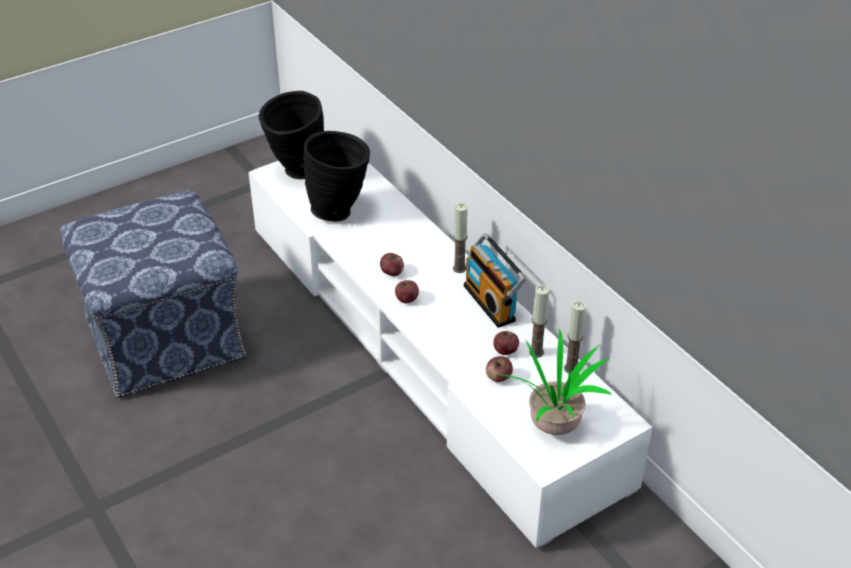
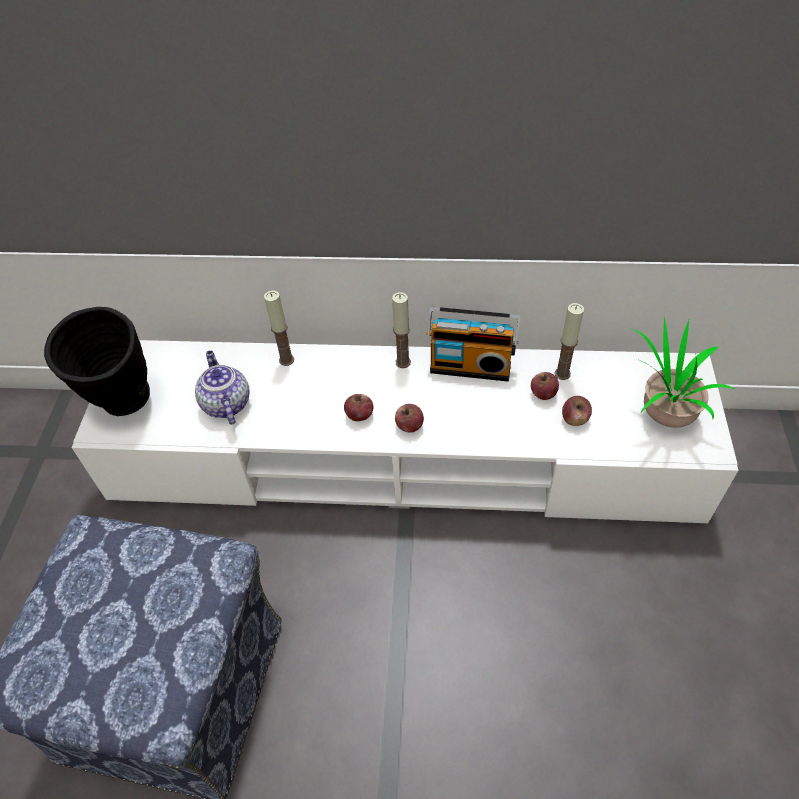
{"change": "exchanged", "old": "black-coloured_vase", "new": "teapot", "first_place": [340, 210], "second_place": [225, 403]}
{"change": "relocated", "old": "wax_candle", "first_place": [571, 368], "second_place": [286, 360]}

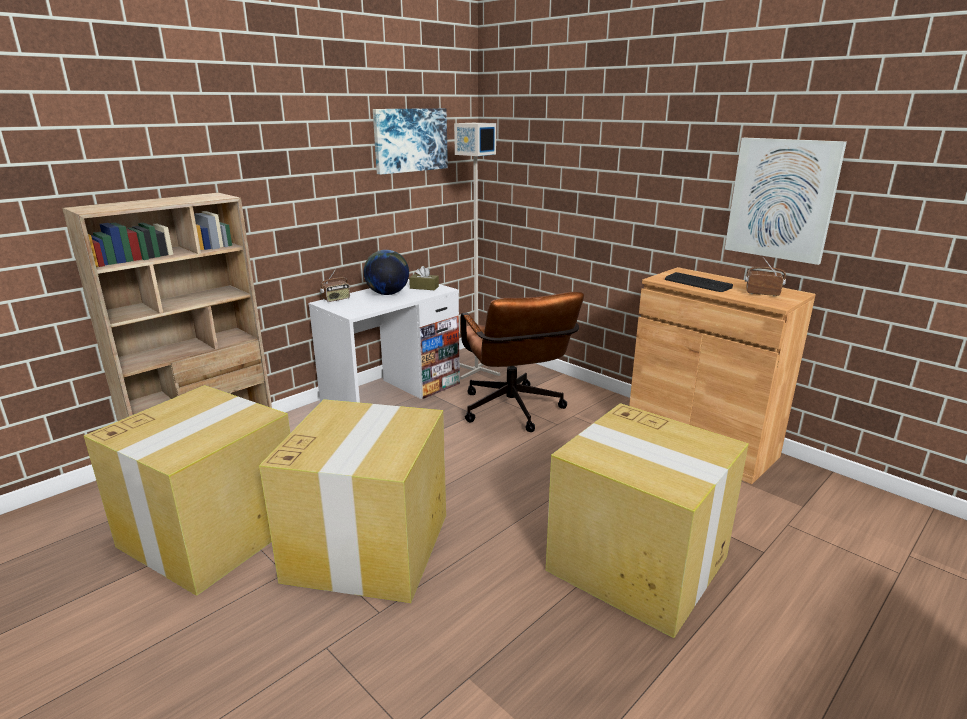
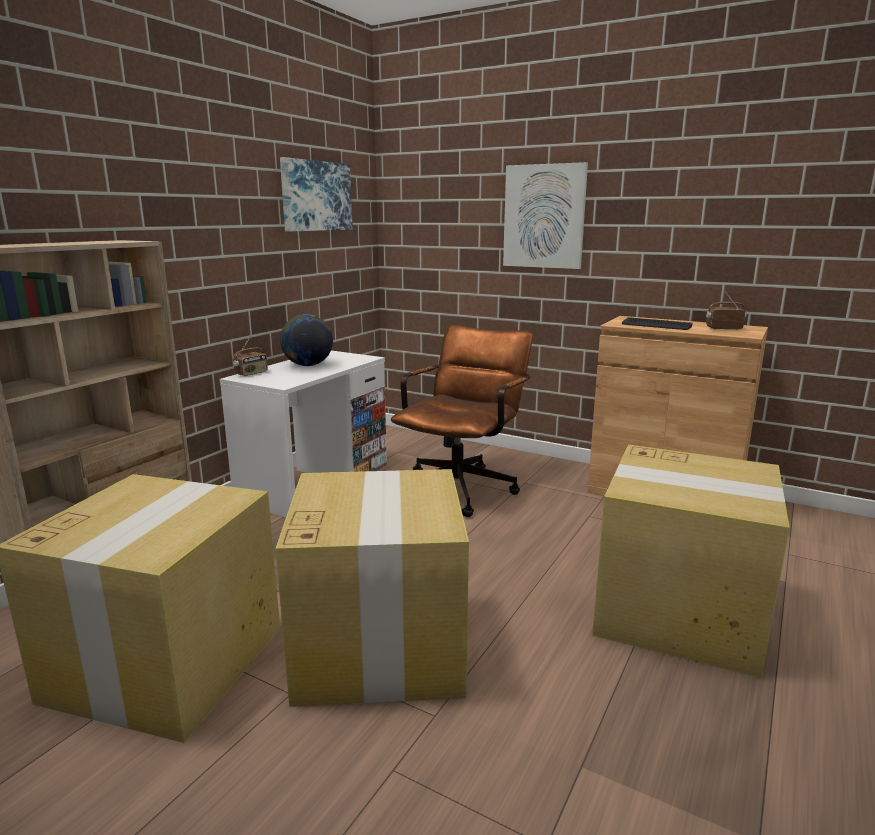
{"change": "missing", "old": "grey_standard_lamp", "first_place": [475, 369]}
{"change": "relocated", "old": "wall_art", "first_place": [781, 199], "second_place": [544, 216]}
{"change": "missing", "old": "brownish_tissue_box", "first_place": [424, 287]}
{"change": "spun", "old": "brownish_computer_chair", "first_place": [514, 413], "second_place": [462, 486], "degrees": -120}

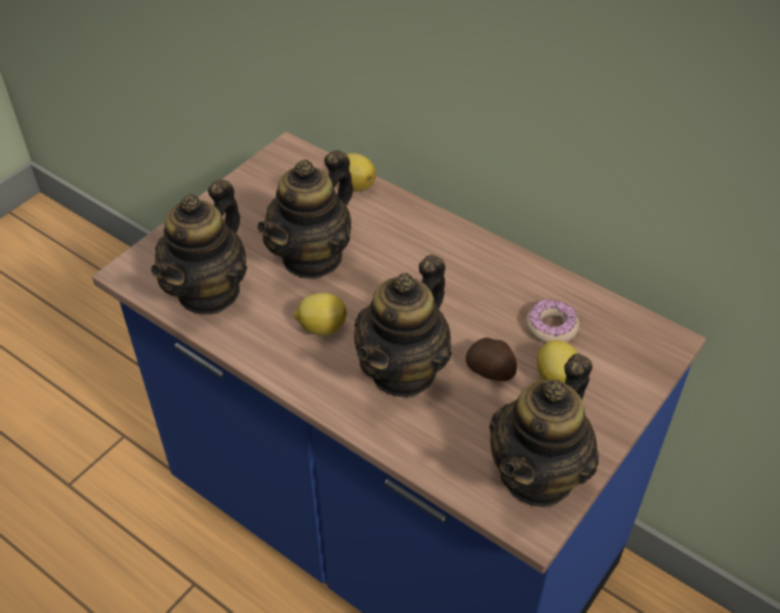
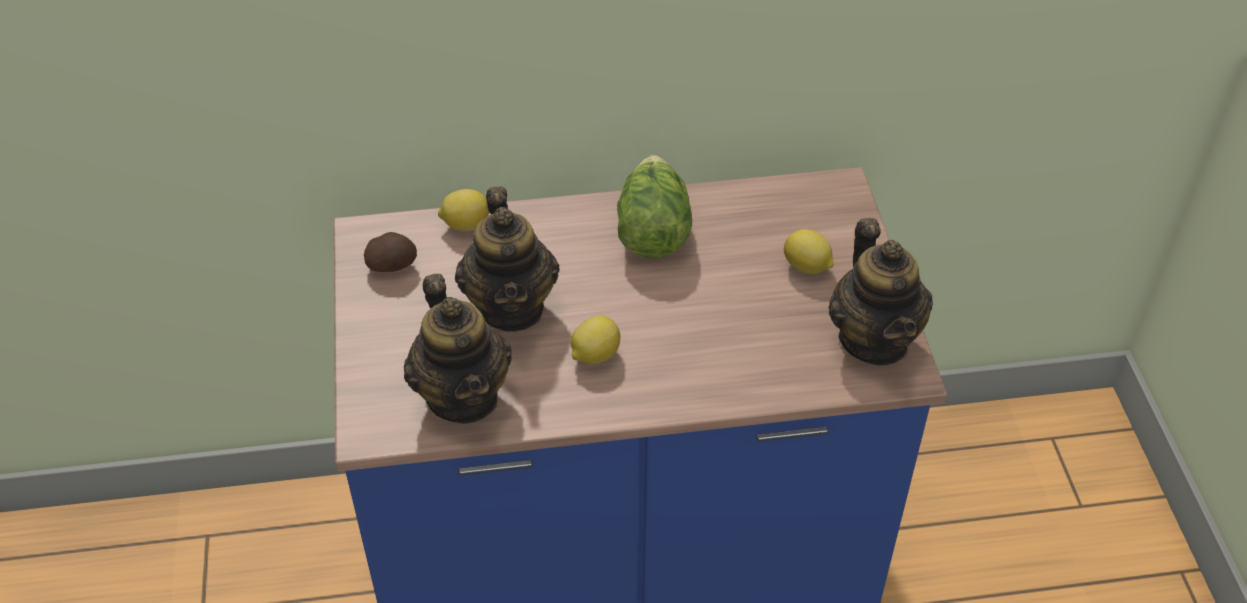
{"change": "missing", "old": "teapot", "first_place": [403, 370]}
{"change": "missing", "old": "donut", "first_place": [551, 327]}
{"change": "relocated", "old": "potato", "first_place": [491, 371], "second_place": [392, 265]}
{"change": "appeared", "new": "lettuce", "second_place": [652, 229]}

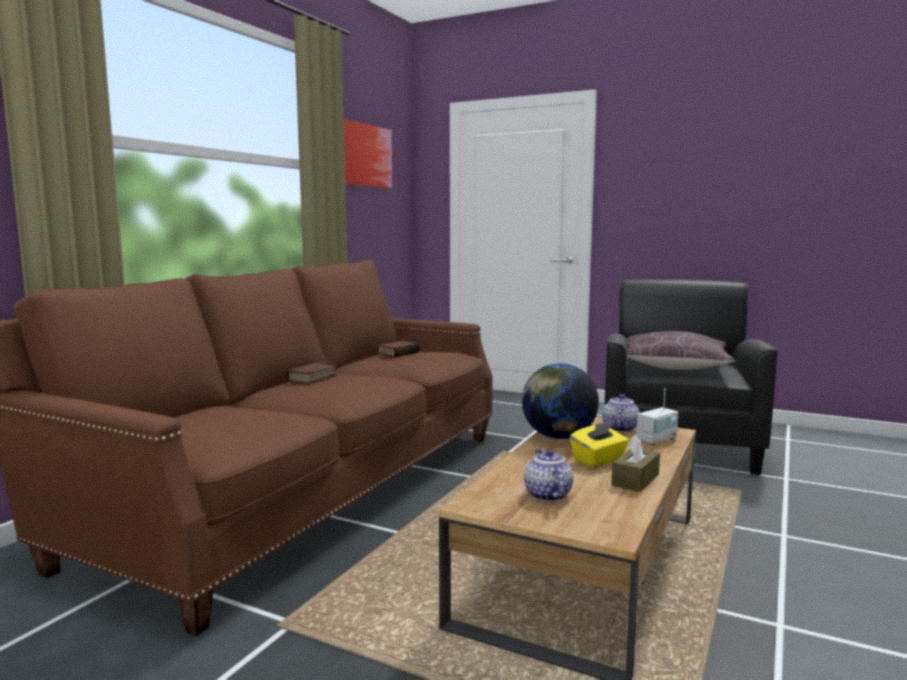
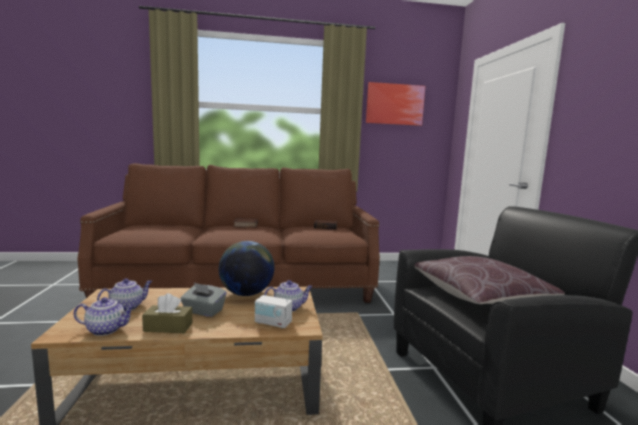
{"change": "colour", "old": "yellow_tissue_box", "new": "grey_tissue_box", "first_place": [598, 461], "second_place": [203, 311]}
{"change": "appeared", "new": "teapot", "second_place": [107, 329]}

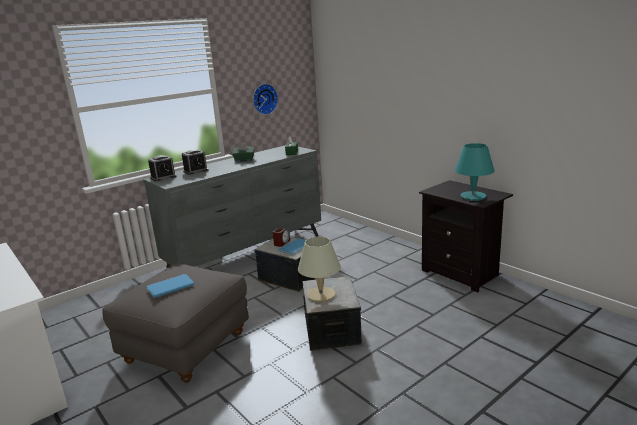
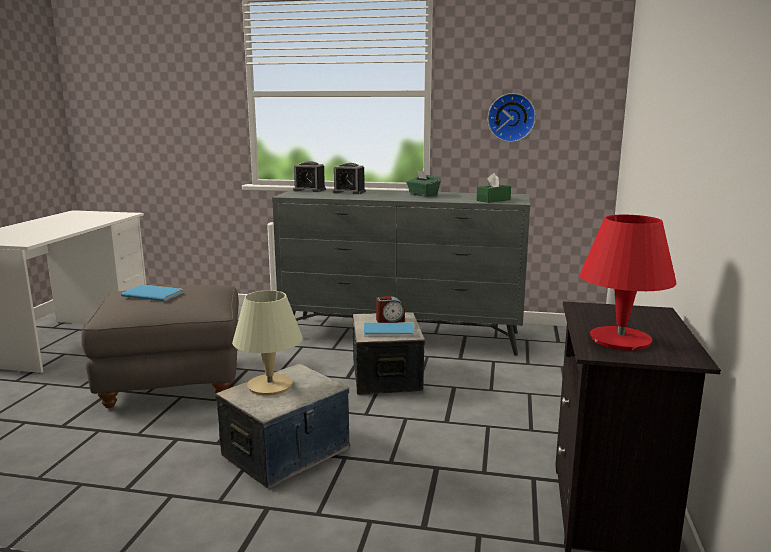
{"change": "colour", "old": "turquoise-coloured_table_lamp", "new": "reddish_table_lamp", "first_place": [473, 197], "second_place": [620, 340]}

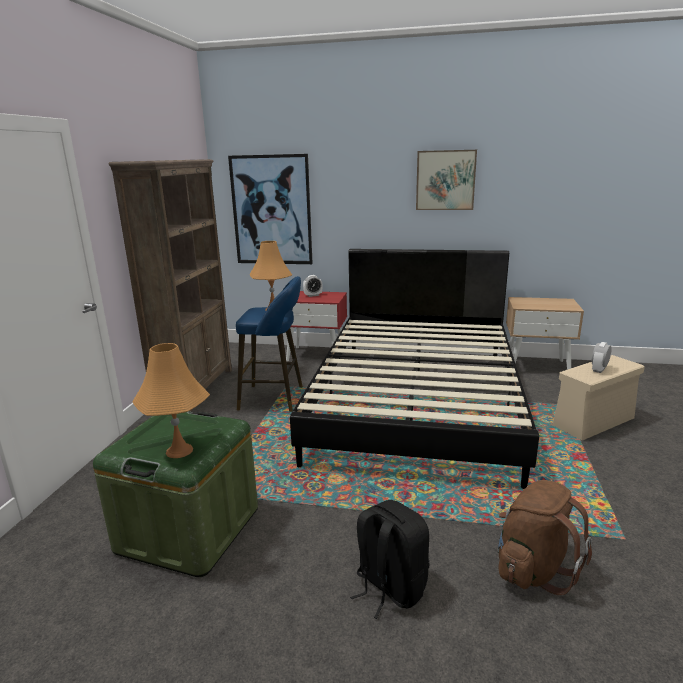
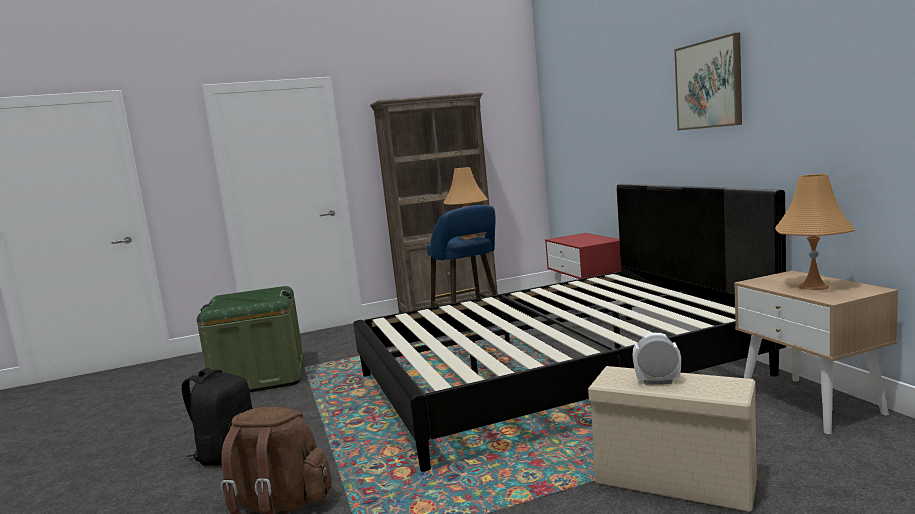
{"change": "missing", "old": "wall_art", "first_place": [271, 210]}
{"change": "missing", "old": "bedside_clock", "first_place": [313, 295]}
{"change": "relocated", "old": "orangey_table_lamp", "first_place": [179, 450], "second_place": [813, 286]}

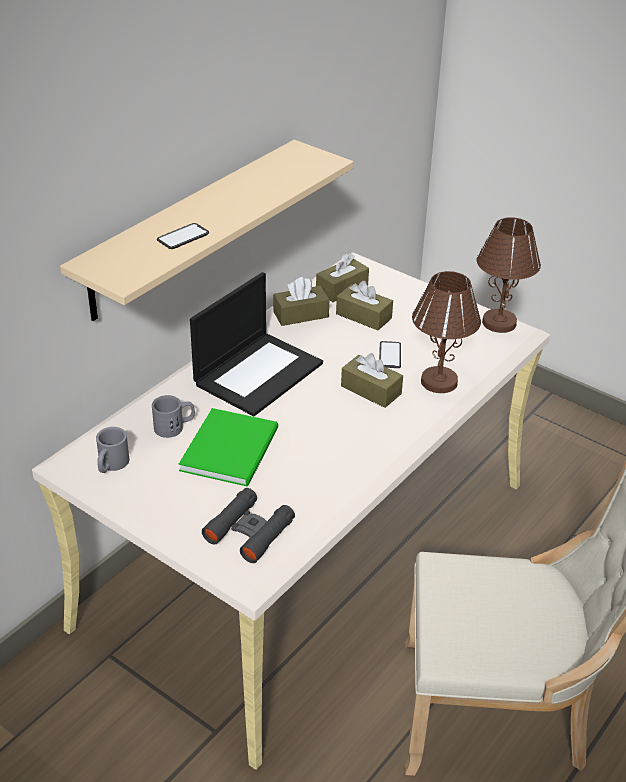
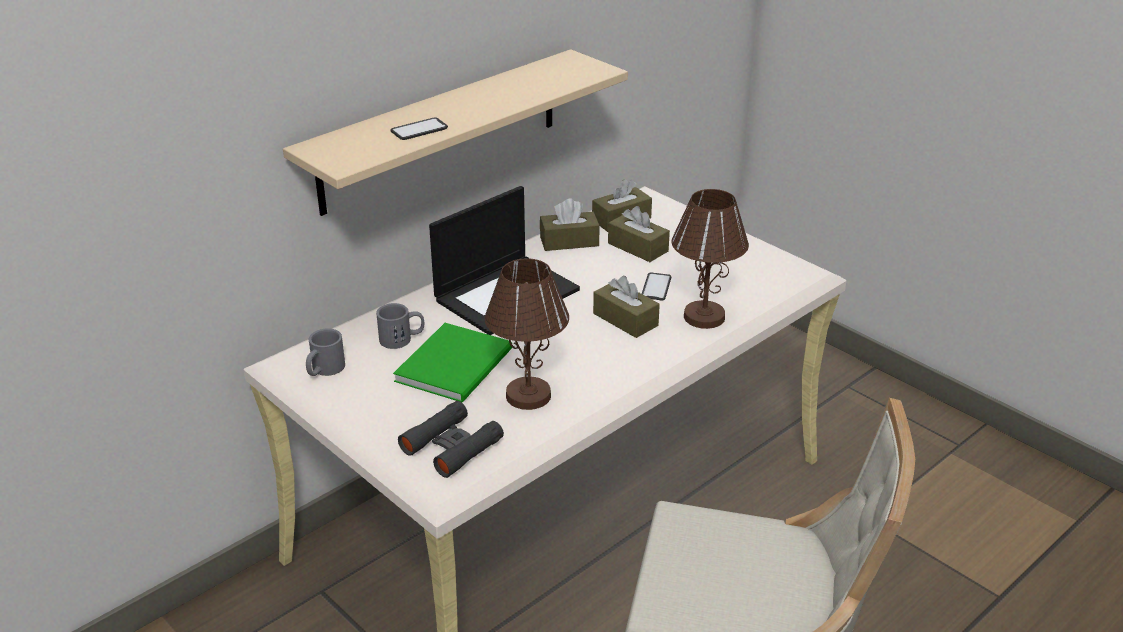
{"change": "relocated", "old": "brownish_table_lamp", "first_place": [499, 322], "second_place": [528, 395]}

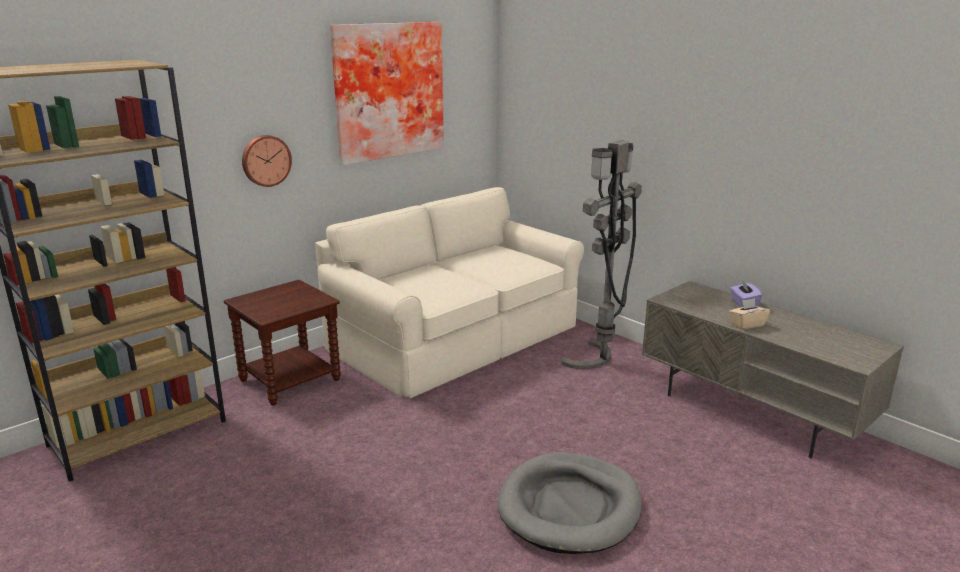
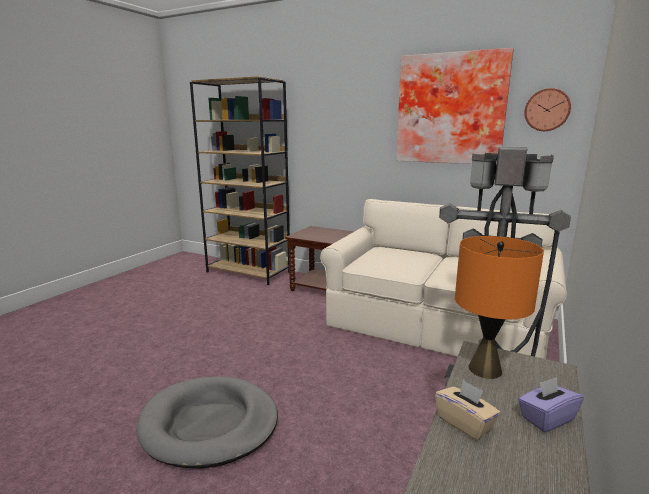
{"change": "relocated", "old": "hanging_clock", "first_place": [265, 160], "second_place": [547, 110]}
{"change": "appeared", "new": "orangey_table_lamp", "second_place": [484, 369]}

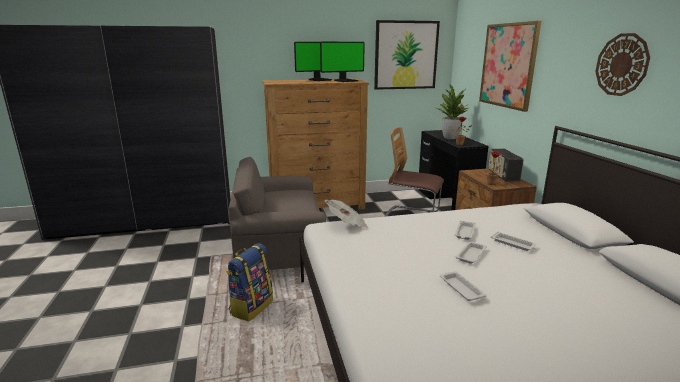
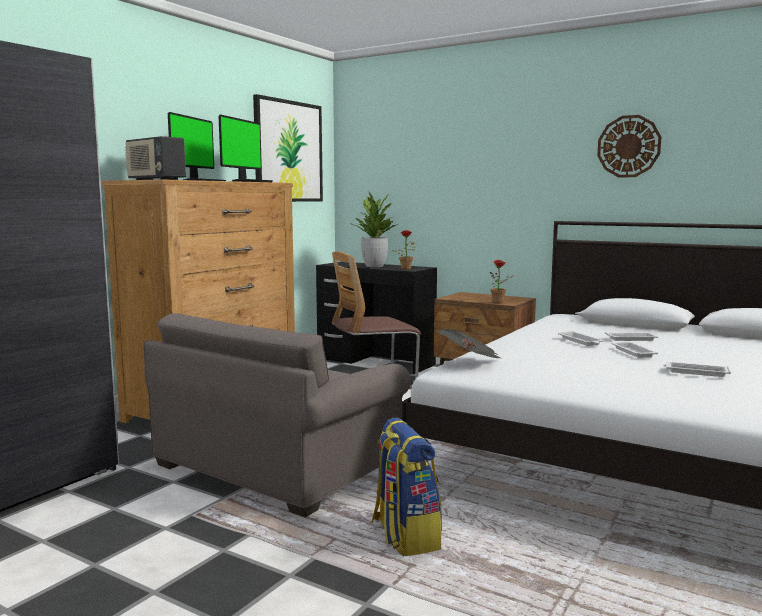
{"change": "missing", "old": "wall_art", "first_place": [508, 65]}
{"change": "relocated", "old": "radio", "first_place": [502, 176], "second_place": [155, 180]}

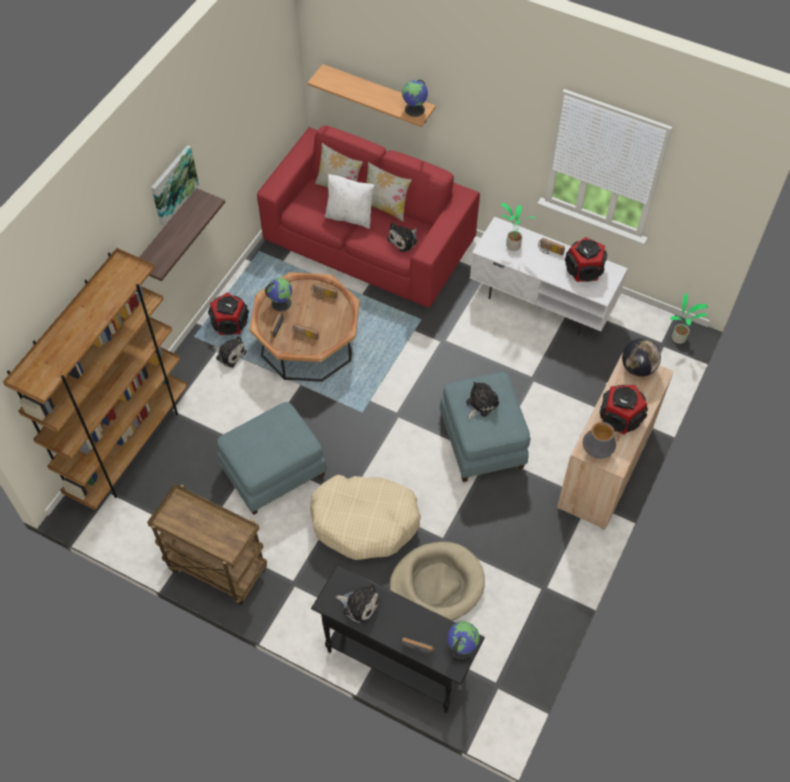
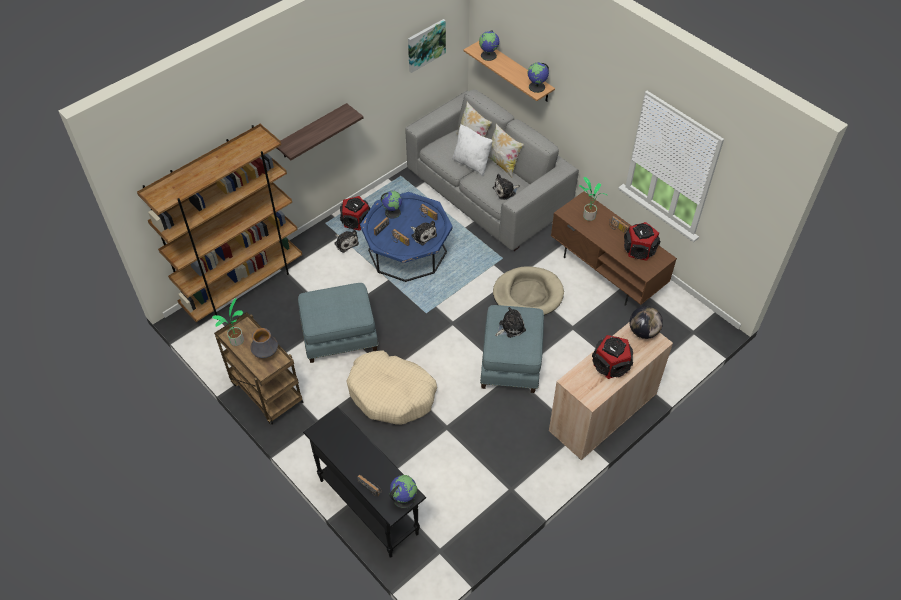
{"change": "colour", "old": "reddish_couch", "new": "grey_couch", "first_place": [369, 241], "second_place": [488, 190]}
{"change": "relocated", "old": "wall_art", "first_place": [173, 185], "second_place": [426, 45]}
{"change": "colour", "old": "white_tv_stand", "new": "brownish_tv_stand", "first_place": [543, 300], "second_place": [607, 271]}
{"change": "colour", "old": "brownish_lounge_table", "new": "blue_lounge_table", "first_place": [308, 343], "second_place": [407, 251]}
{"change": "relocated", "old": "plant_in_a_pot", "first_place": [679, 339], "second_place": [237, 341]}
{"change": "relocated", "old": "vase", "first_place": [596, 451], "second_place": [266, 354]}
{"change": "relocated", "old": "sand-coloured_pet_bed", "first_place": [437, 584], "second_place": [528, 294]}
{"change": "relocated", "old": "cuddly_toy", "first_place": [359, 605], "second_place": [423, 235]}
{"change": "appeared", "new": "world_globe", "second_place": [489, 55]}

